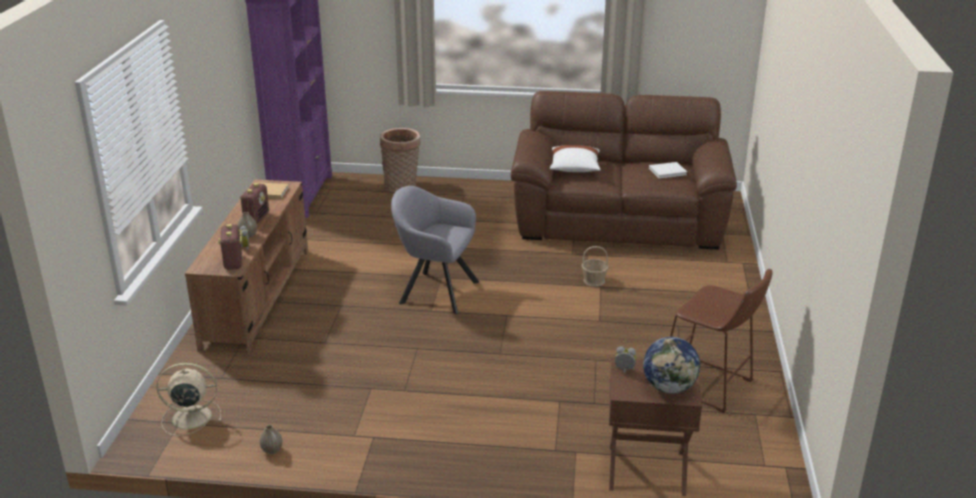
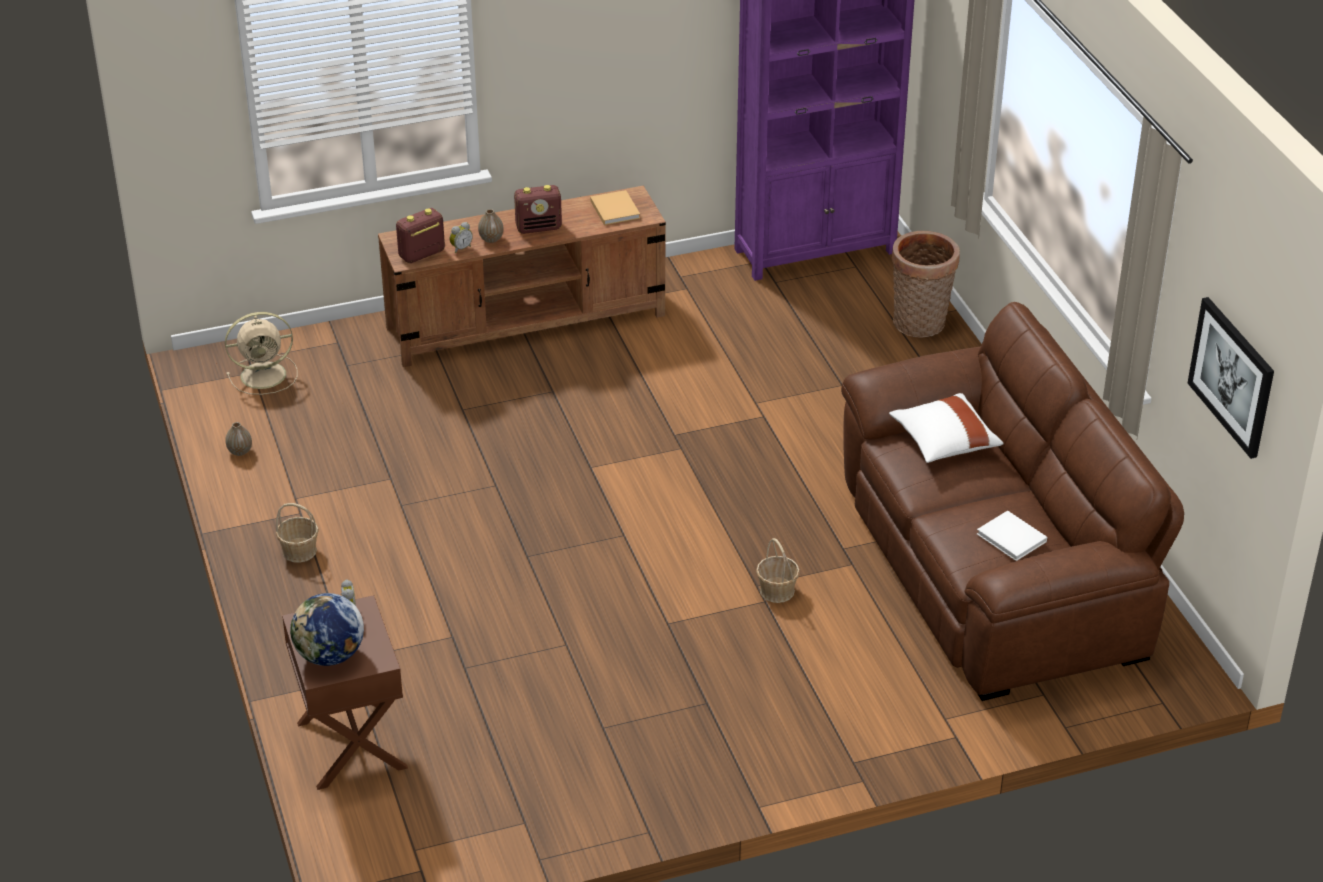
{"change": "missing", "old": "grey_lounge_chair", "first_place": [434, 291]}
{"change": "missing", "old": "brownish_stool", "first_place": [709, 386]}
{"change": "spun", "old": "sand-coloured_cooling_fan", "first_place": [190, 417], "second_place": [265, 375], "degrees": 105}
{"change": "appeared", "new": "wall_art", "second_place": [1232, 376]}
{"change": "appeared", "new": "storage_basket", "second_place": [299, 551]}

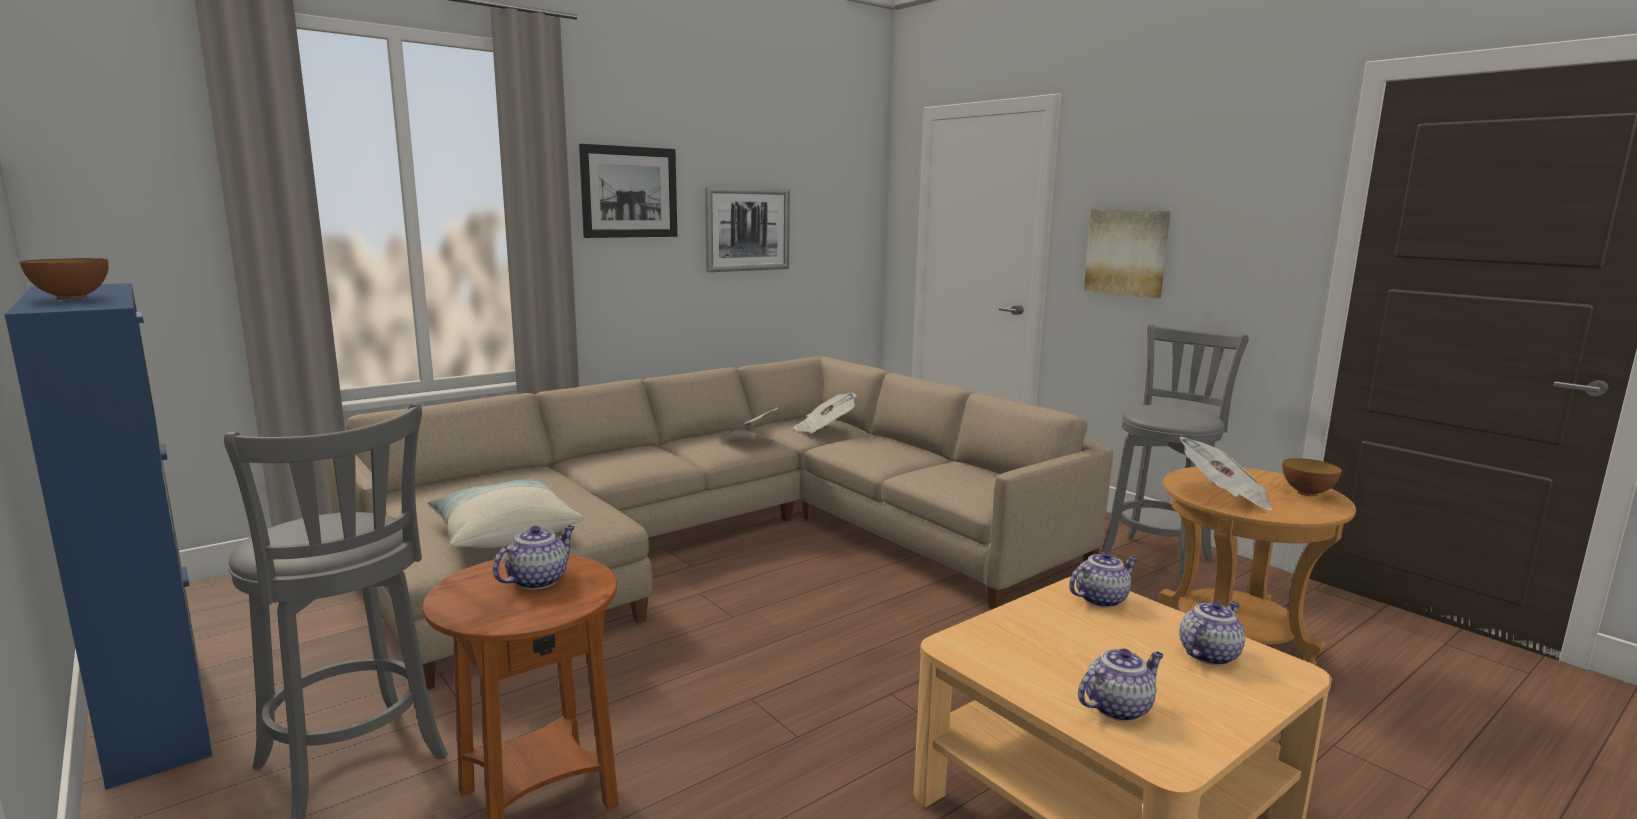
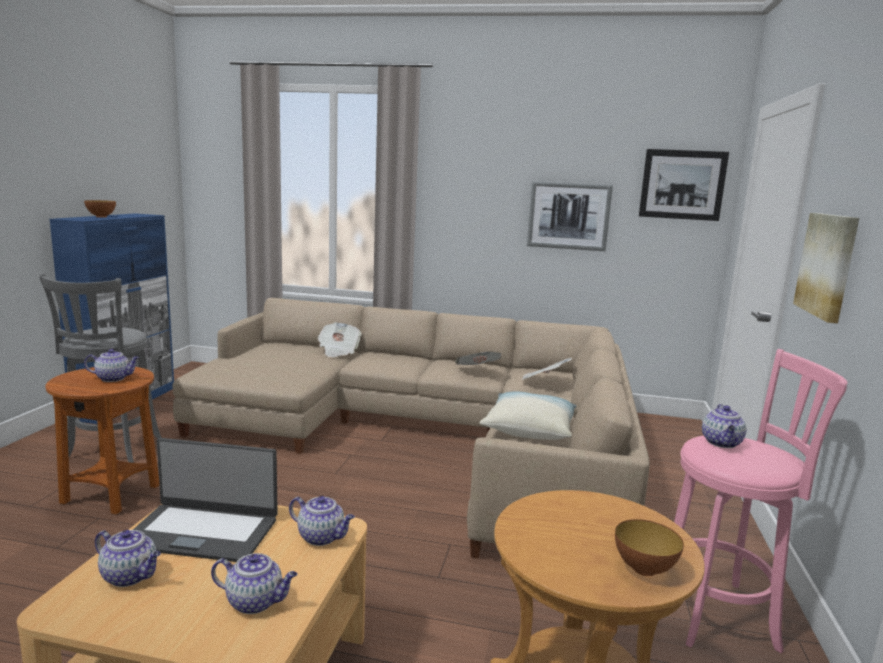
{"change": "relocated", "old": "wall_art", "first_place": [629, 192], "second_place": [682, 184]}
{"change": "colour", "old": "grey_stool", "new": "pink_stool", "first_place": [1158, 557], "second_place": [721, 614]}
{"change": "relocated", "old": "printed_paper", "first_place": [1224, 497], "second_place": [338, 351]}
{"change": "relocated", "old": "throw_pillow", "first_place": [504, 534], "second_place": [529, 429]}
{"change": "appeared", "new": "teapot", "second_place": [722, 443]}
{"change": "appeared", "new": "notebook_computer", "second_place": [202, 532]}

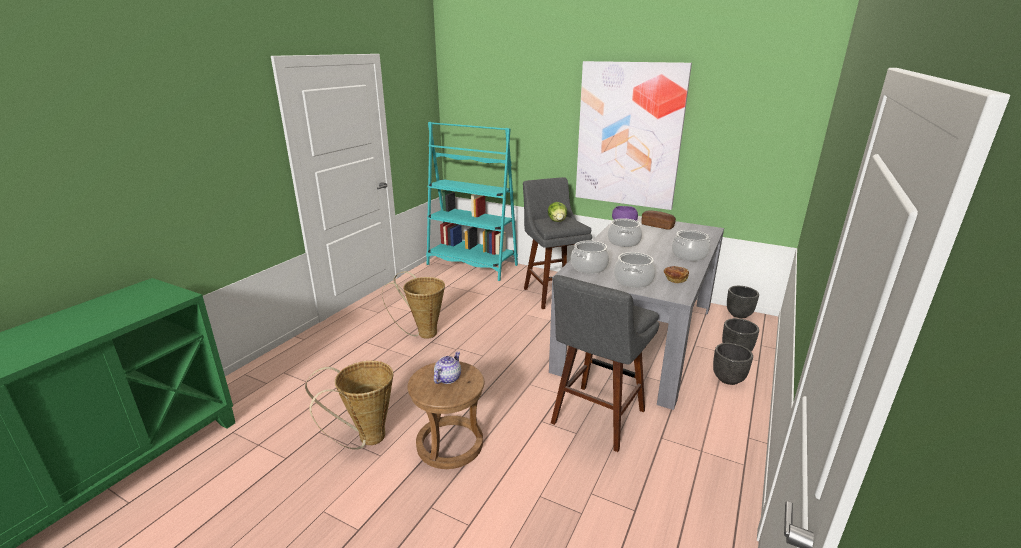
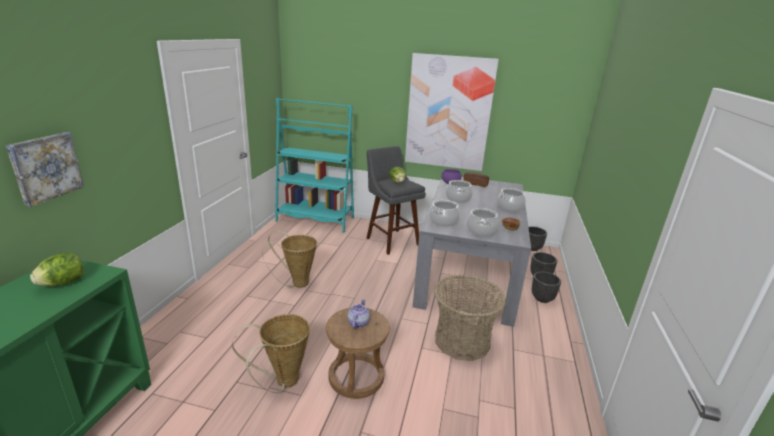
{"change": "exchanged", "old": "grey_stool", "new": "storage_basket", "first_place": [596, 419], "second_place": [462, 341]}
{"change": "appeared", "new": "wall_art", "second_place": [45, 167]}
{"change": "appeared", "new": "lettuce", "second_place": [63, 283]}

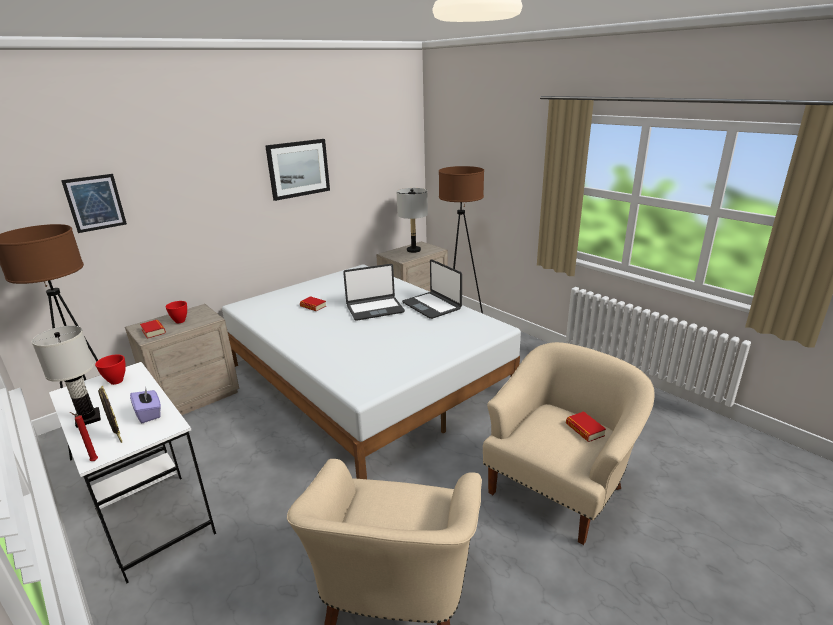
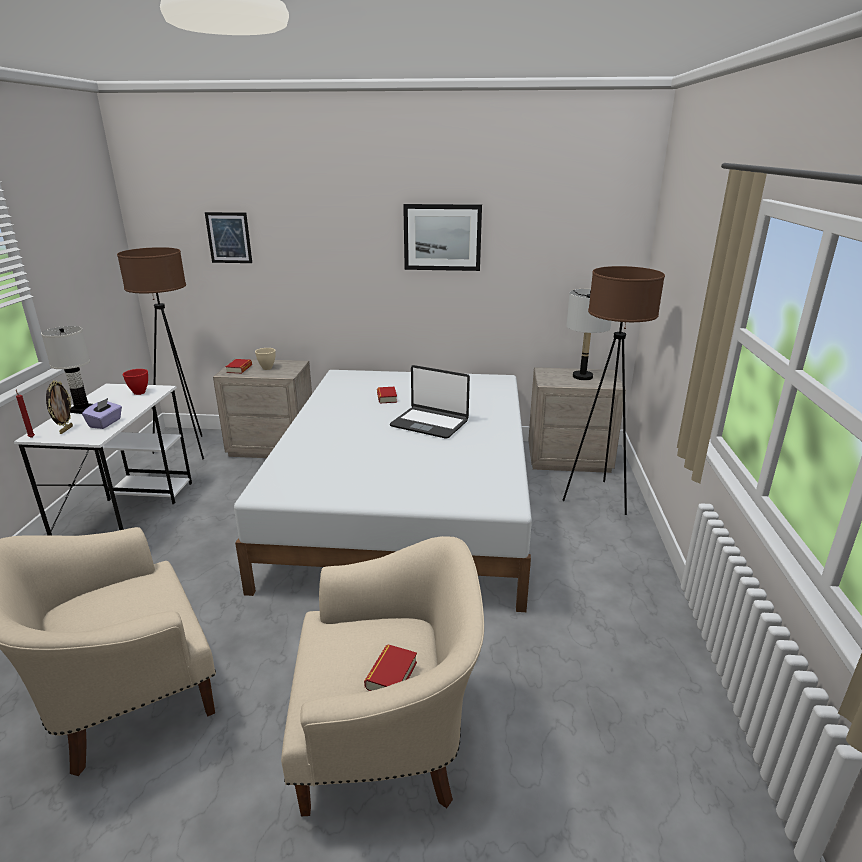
{"change": "missing", "old": "notebook_computer", "first_place": [432, 306]}
{"change": "colour", "old": "reddish_bowl", "new": "sand-coloured_bowl", "first_place": [180, 321], "second_place": [267, 368]}

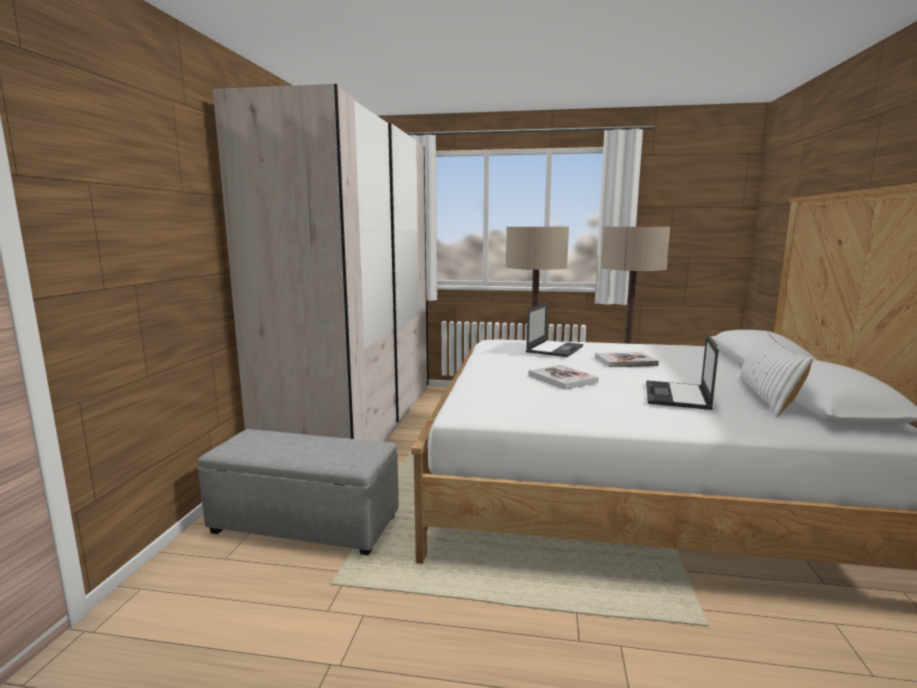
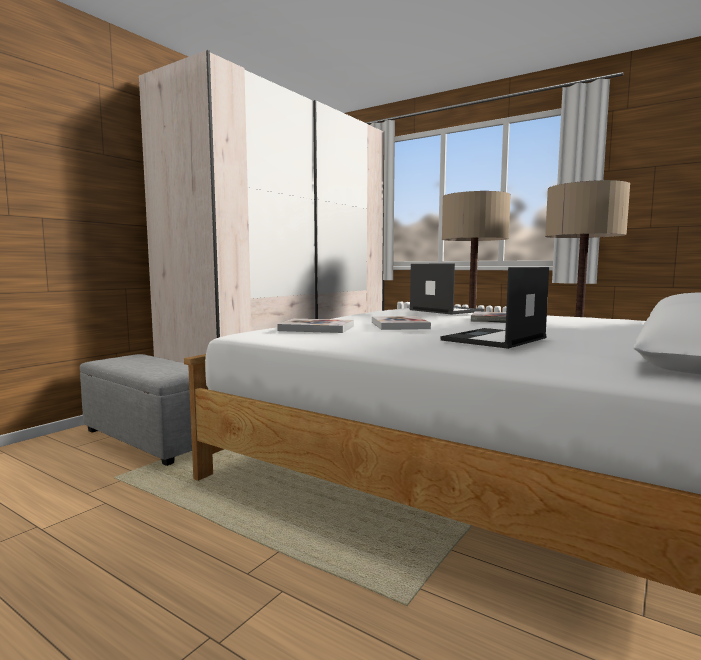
{"change": "spun", "old": "notebook_computer", "first_place": [554, 349], "second_place": [444, 310], "degrees": -90}
{"change": "missing", "old": "white_throw_pillow", "first_place": [766, 397]}
{"change": "appeared", "new": "volume", "second_place": [317, 328]}

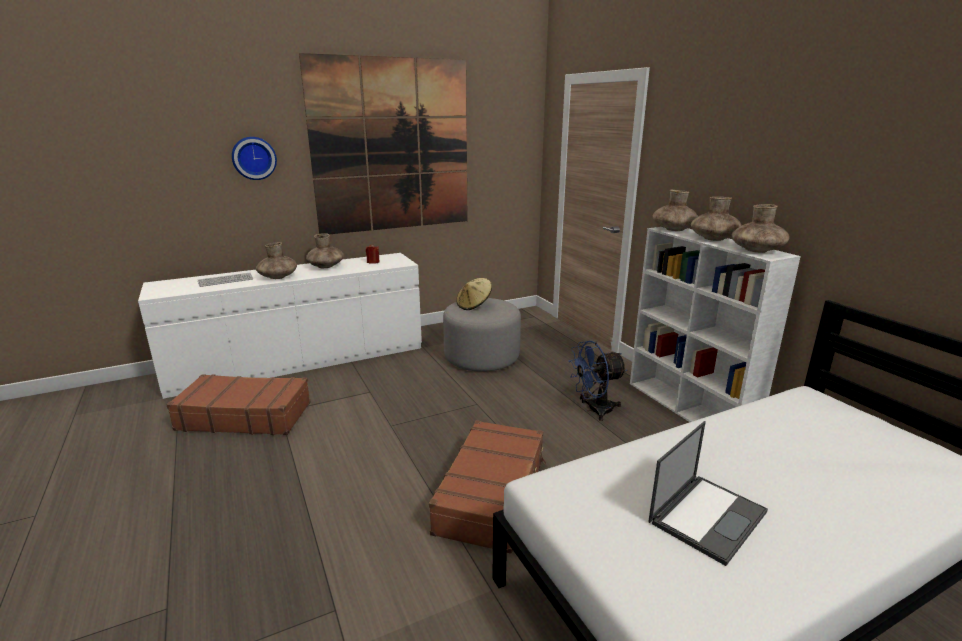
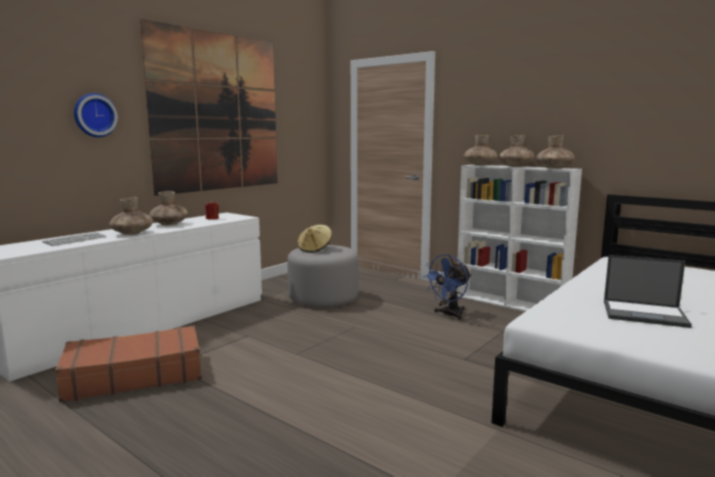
{"change": "missing", "old": "brownish_piece_of_luggage", "first_place": [492, 494]}
{"change": "spun", "old": "notebook_computer", "first_place": [707, 516], "second_place": [645, 314], "degrees": 90}

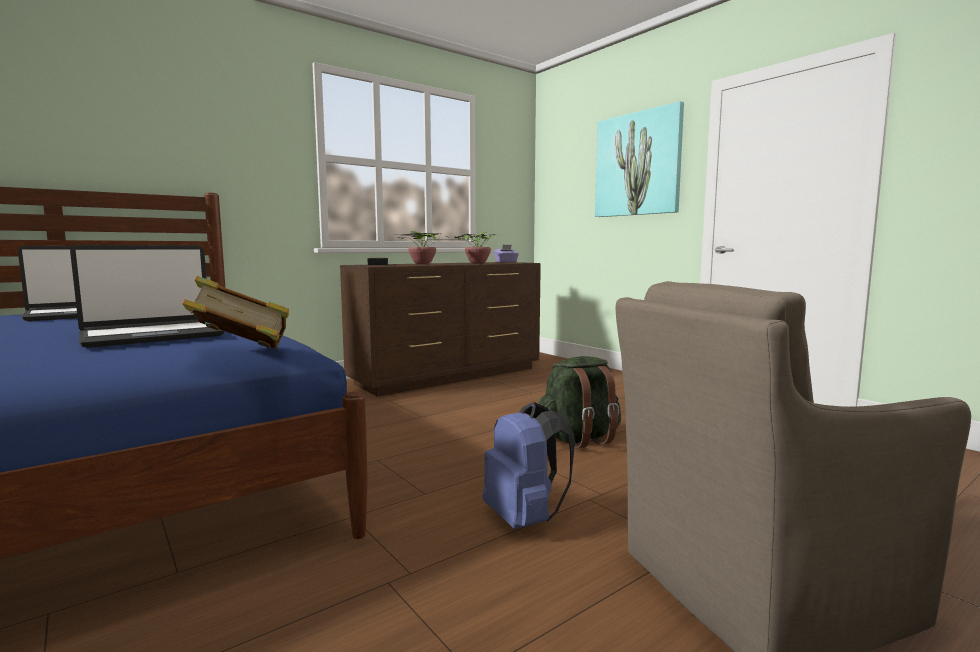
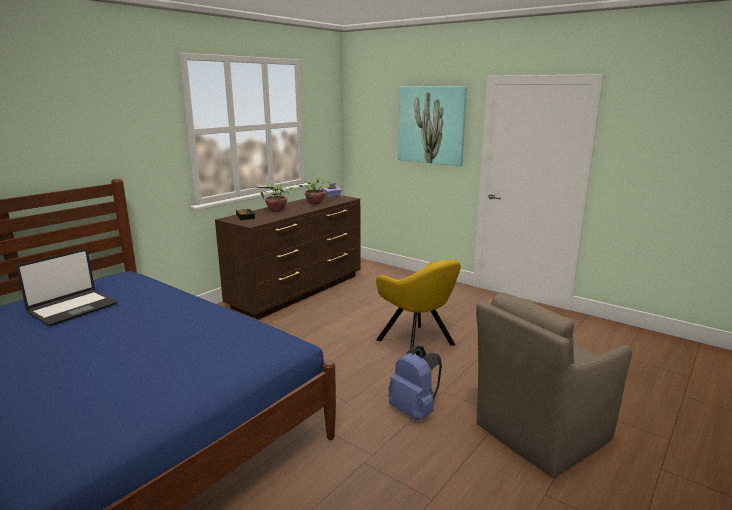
{"change": "missing", "old": "notebook_computer", "first_place": [152, 336]}
{"change": "missing", "old": "volume", "first_place": [241, 354]}
{"change": "exchanged", "old": "green-coloured_backpack", "new": "yellow_lounge_chair", "first_place": [579, 439], "second_place": [418, 344]}

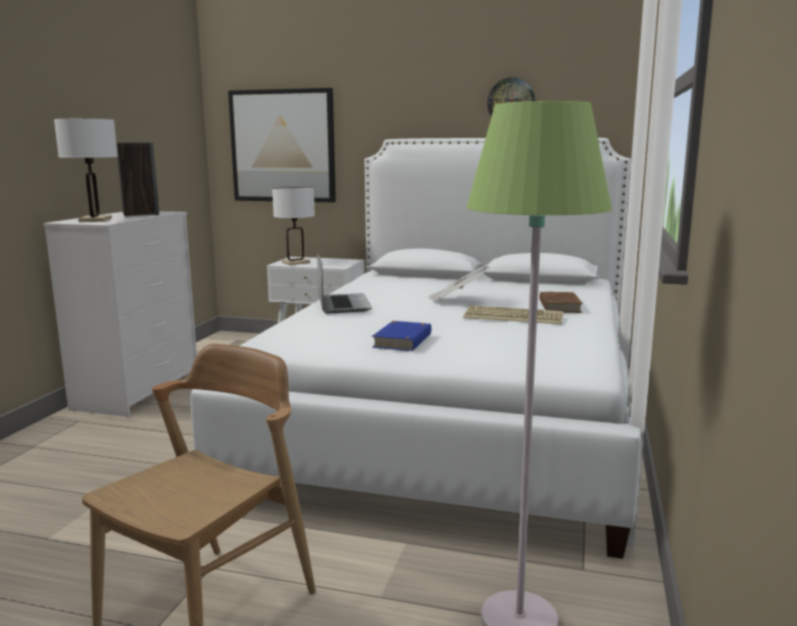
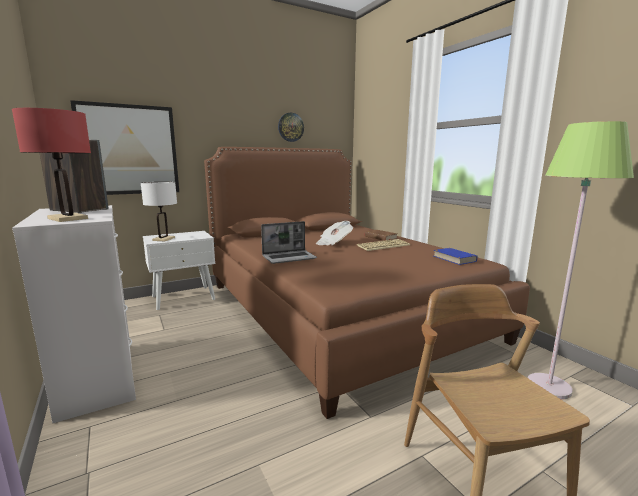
{"change": "colour", "old": "white_table_lamp", "new": "reddish_table_lamp", "first_place": [95, 220], "second_place": [67, 218]}
{"change": "colour", "old": "white_sleeping_bed", "new": "brownish_sleeping_bed", "first_place": [454, 413], "second_place": [338, 310]}
{"change": "spun", "old": "notebook_computer", "first_place": [342, 305], "second_place": [289, 258], "degrees": 120}
{"change": "relocated", "old": "blue_volume", "first_place": [403, 340], "second_place": [454, 258]}

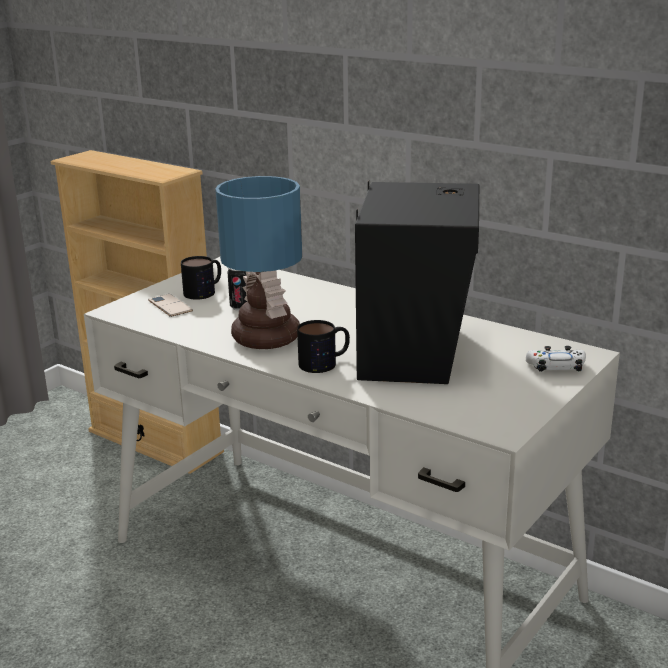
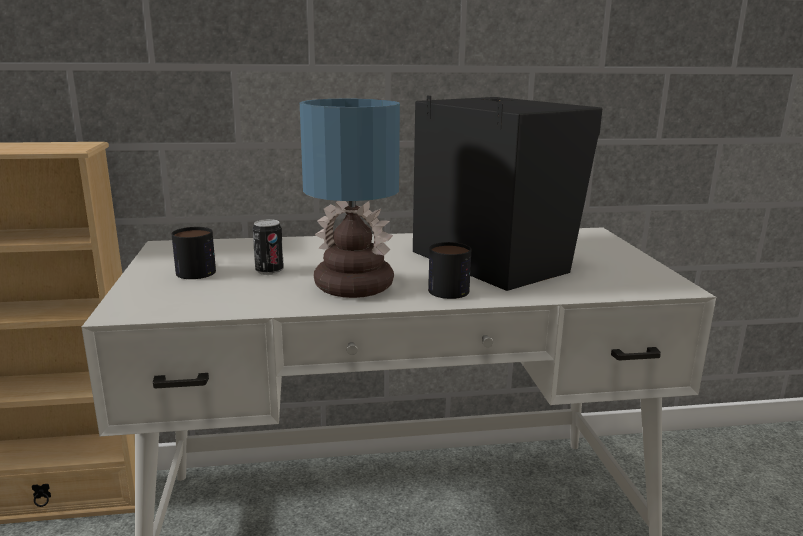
{"change": "missing", "old": "phone", "first_place": [170, 306]}
{"change": "missing", "old": "white_joypad", "first_place": [556, 367]}

